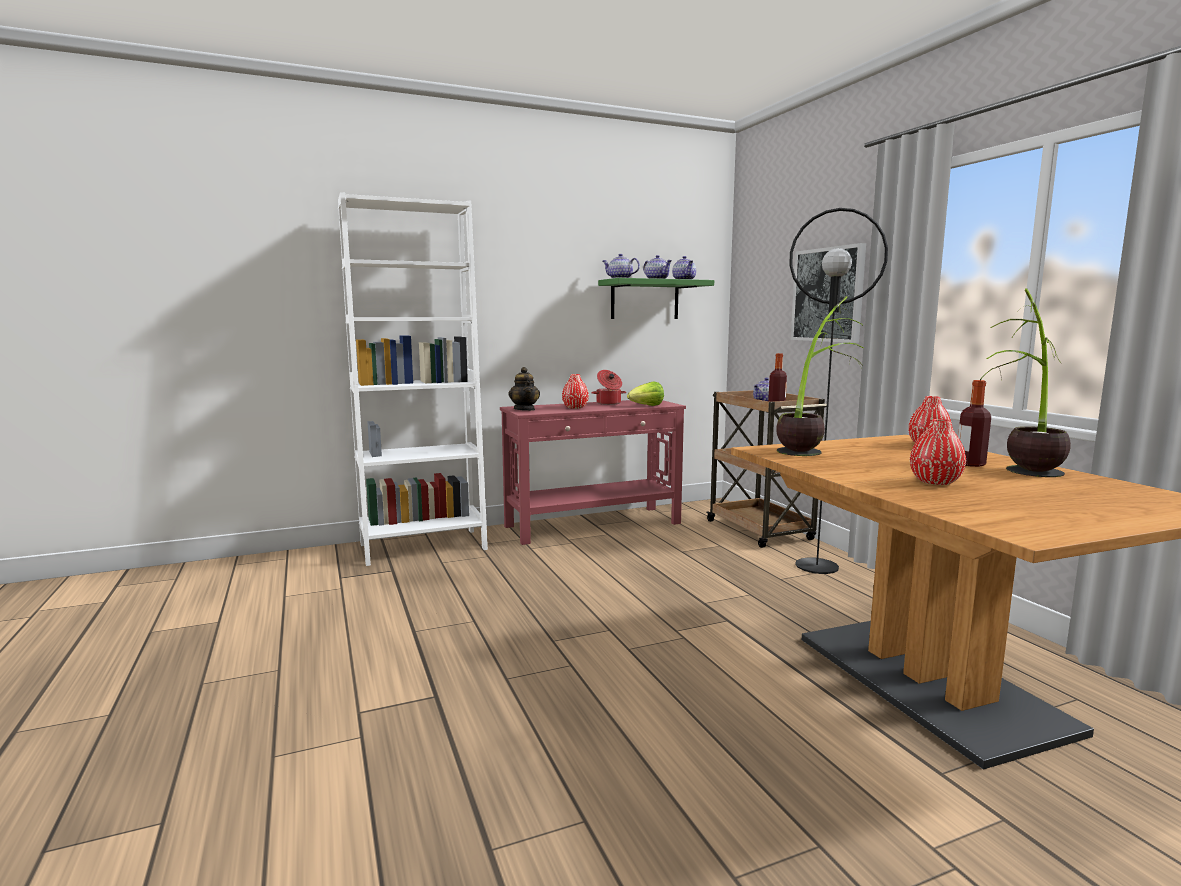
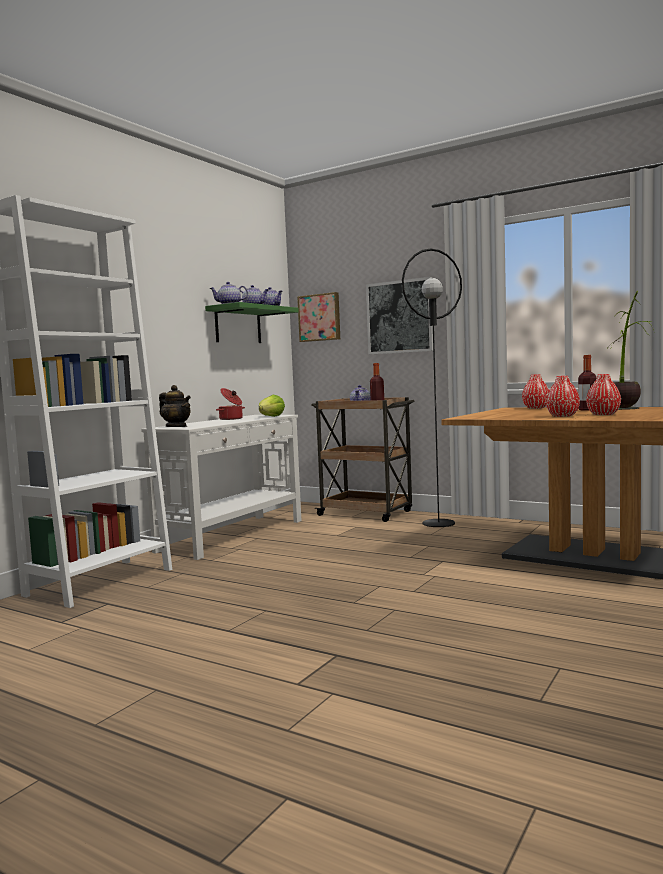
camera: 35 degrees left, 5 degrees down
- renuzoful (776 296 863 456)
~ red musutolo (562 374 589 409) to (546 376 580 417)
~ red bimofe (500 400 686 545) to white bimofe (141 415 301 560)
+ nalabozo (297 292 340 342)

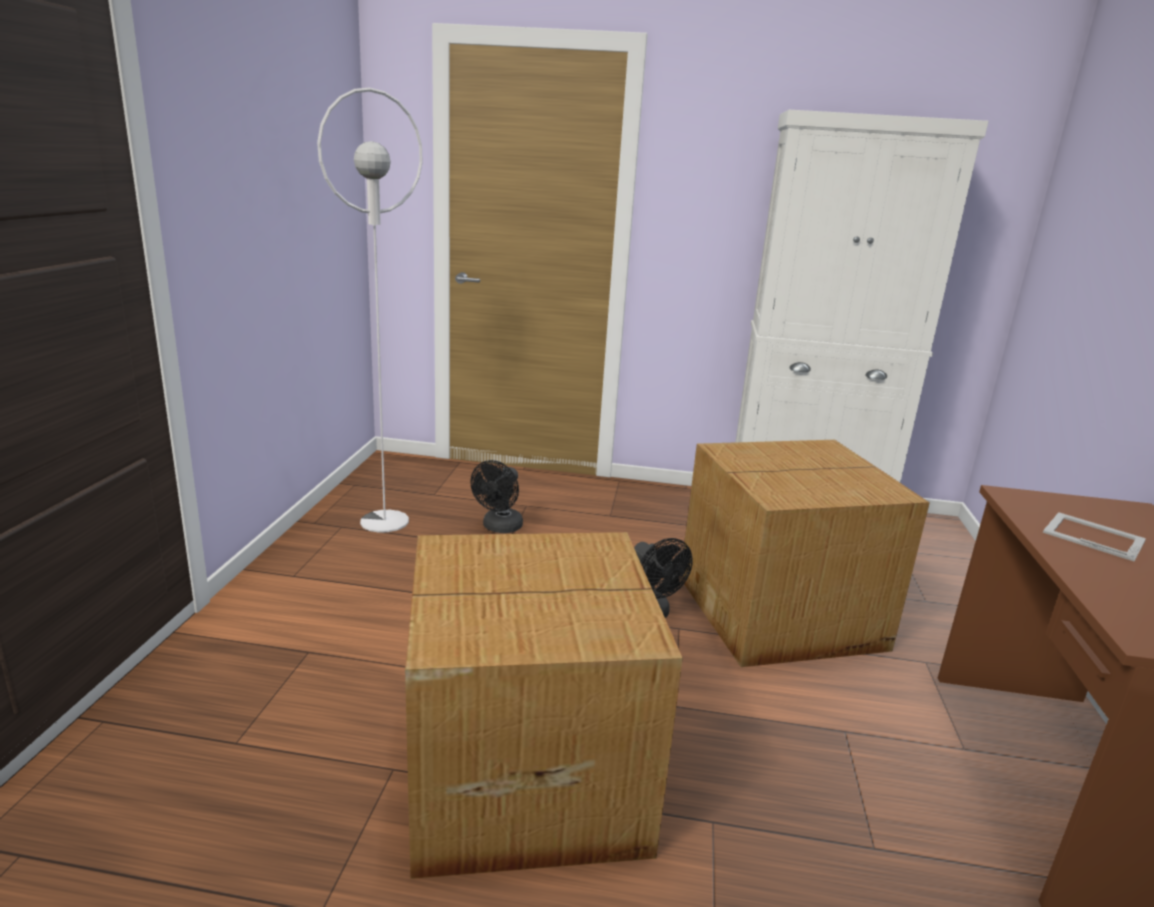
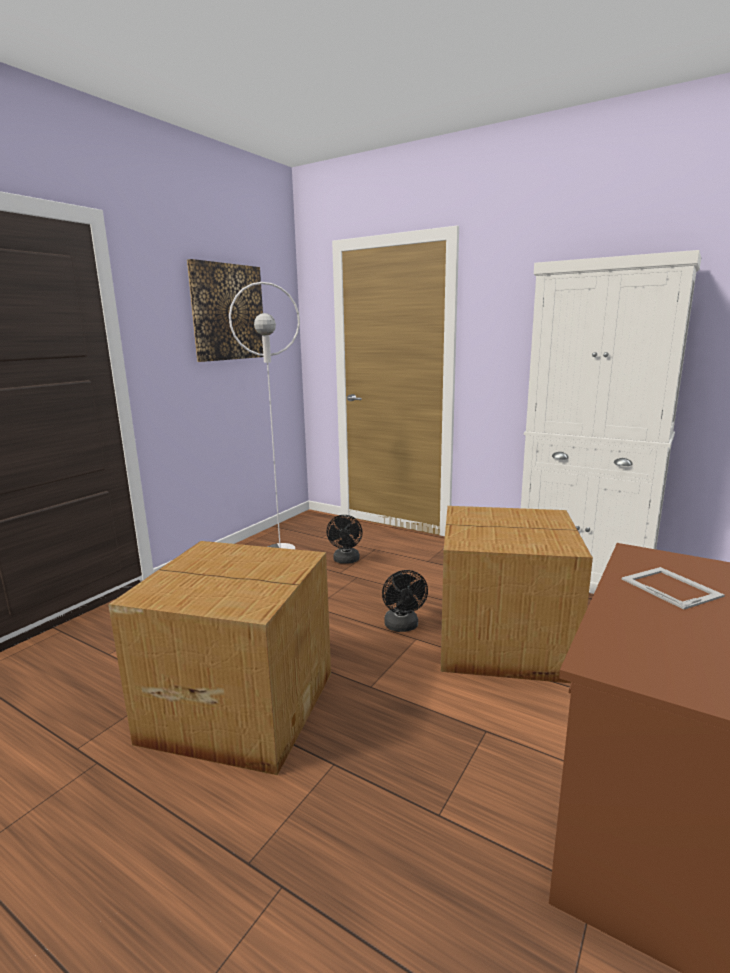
camera: 25 degrees right, 5 degrees down
~ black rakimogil (470 460 523 533) = (327 515 362 564) 45 degrees counterclockwise
+ nalabozo (187 259 263 362)

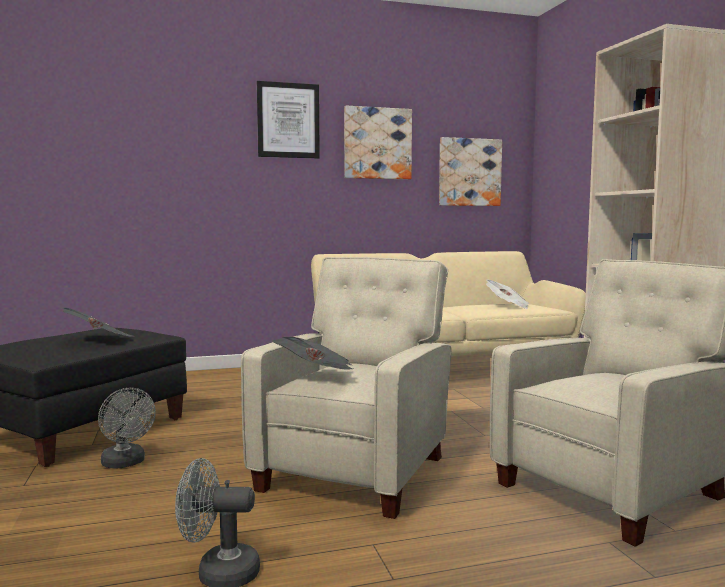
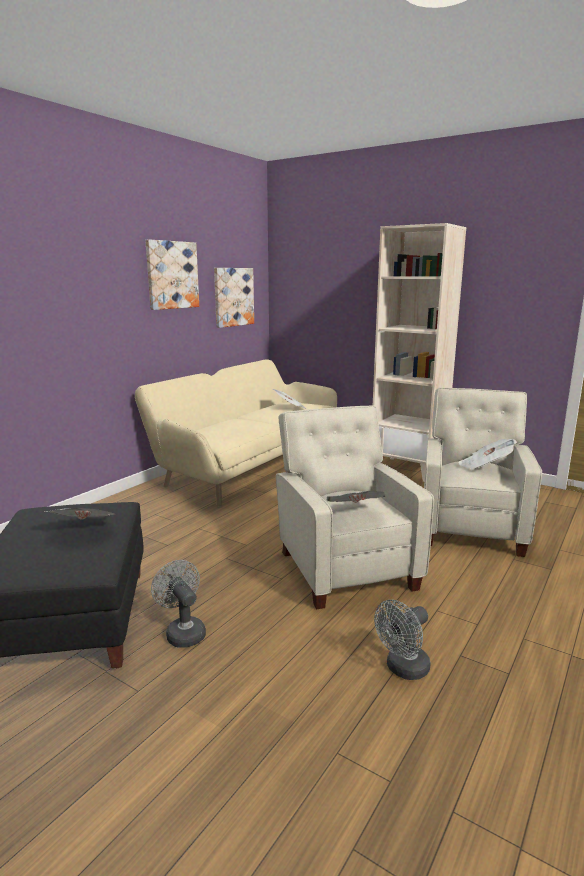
camera: 40 degrees left, 10 degrees up
- nalabozo (257 81 320 158)
~ grey rakimogil (98 388 156 469) = (151 560 206 648) 135 degrees counterclockwise
+ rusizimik (458 439 517 470)

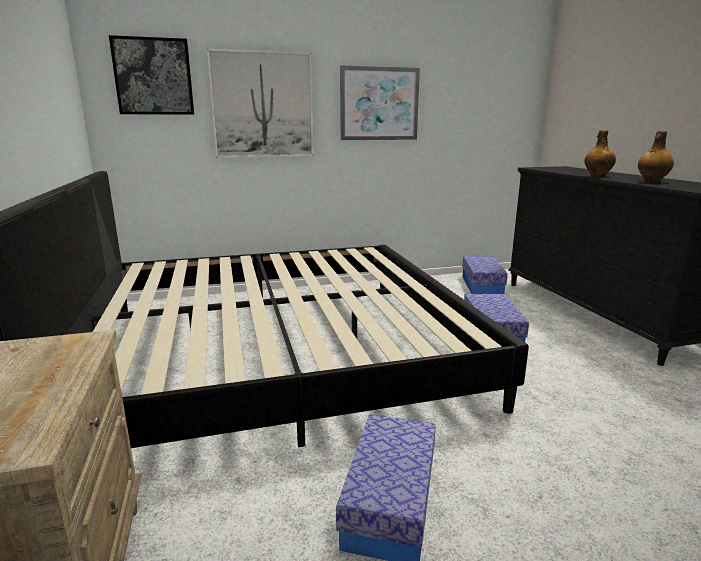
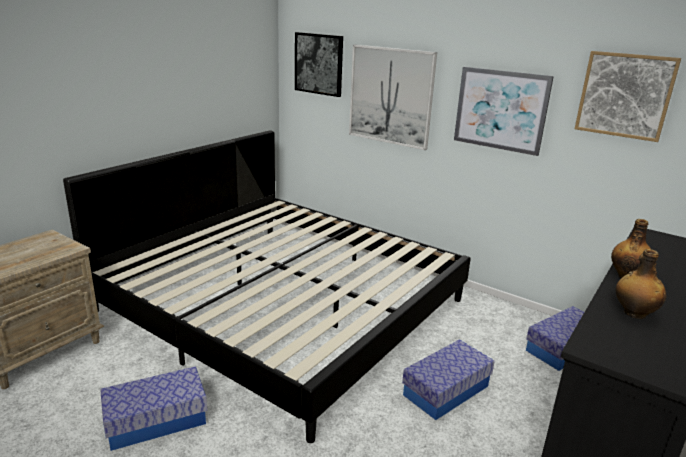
camera: 50 degrees right, 5 degrees up
+ nalabozo (575 51 681 142)

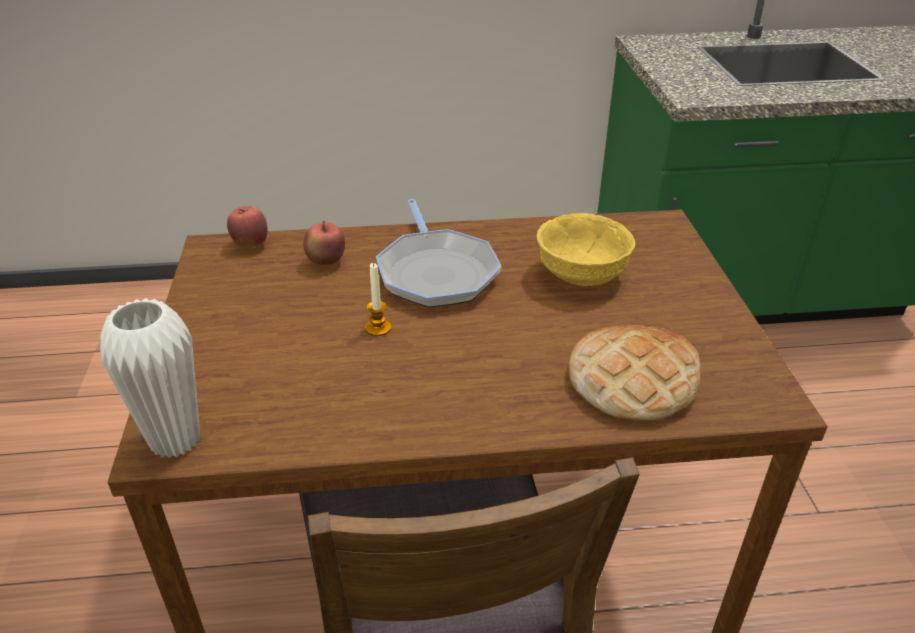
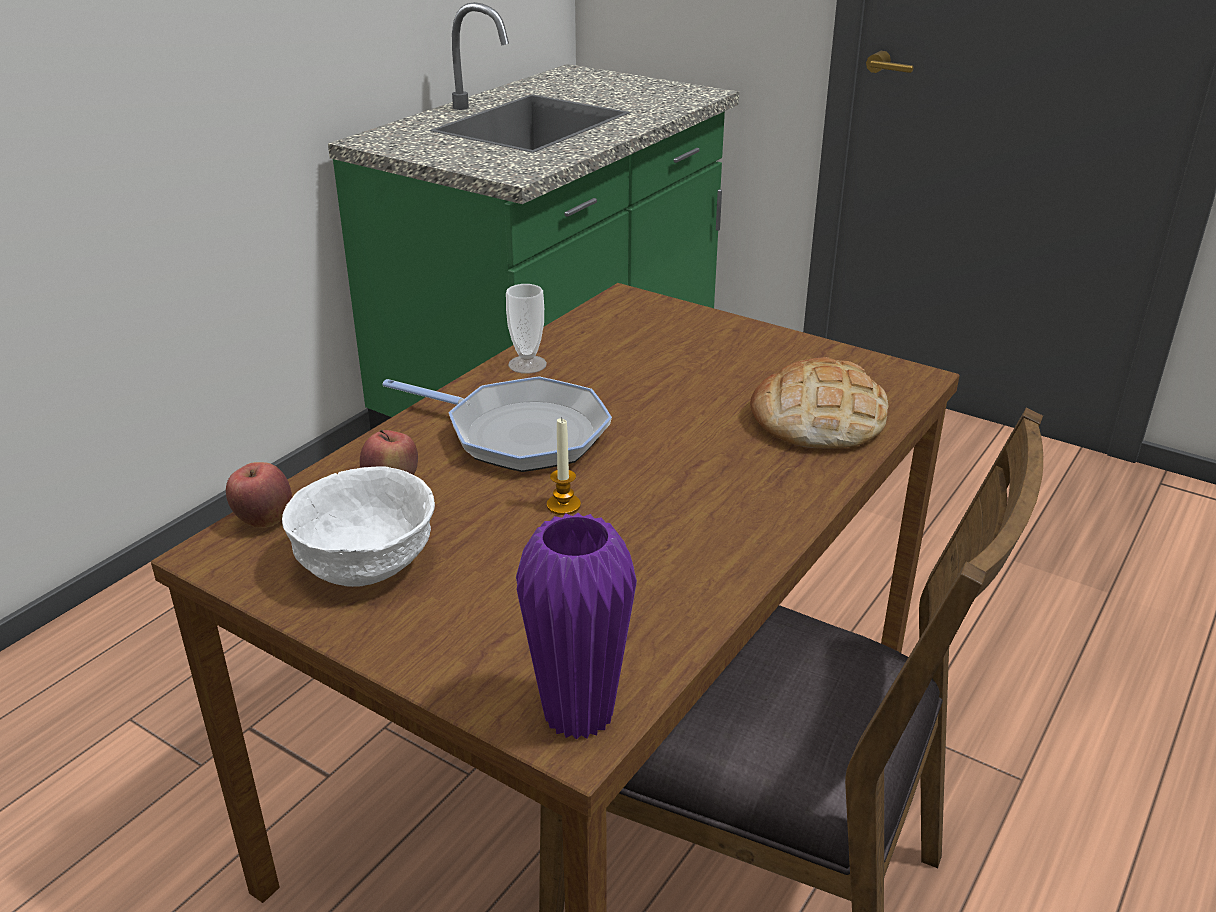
camera: 50 degrees left, 5 degrees down
- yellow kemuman (537 213 635 286)
~ white musutolo (100 298 200 458) to purple musutolo (516 513 637 740)
+ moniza (506 284 547 374)
+ white kemuman (282 466 435 587)

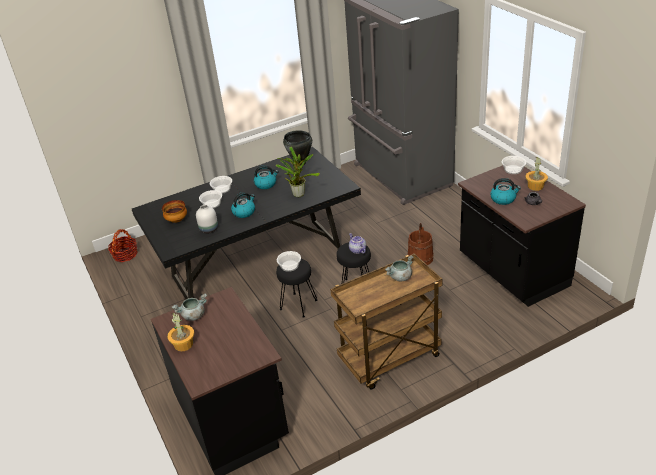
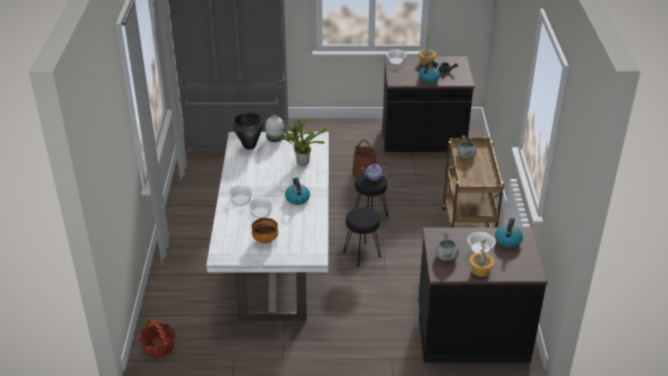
camera: 65 degrees left, 0 degrees up
~ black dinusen (132 147 361 299) to white dinusen (206 132 329 321)
~ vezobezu (254 165 279 189) to (495 218 523 248)
~ white musutolo (196 205 218 234) to (265 115 284 142)
~ kemuman (277 251 301 272) to (468 232 496 254)

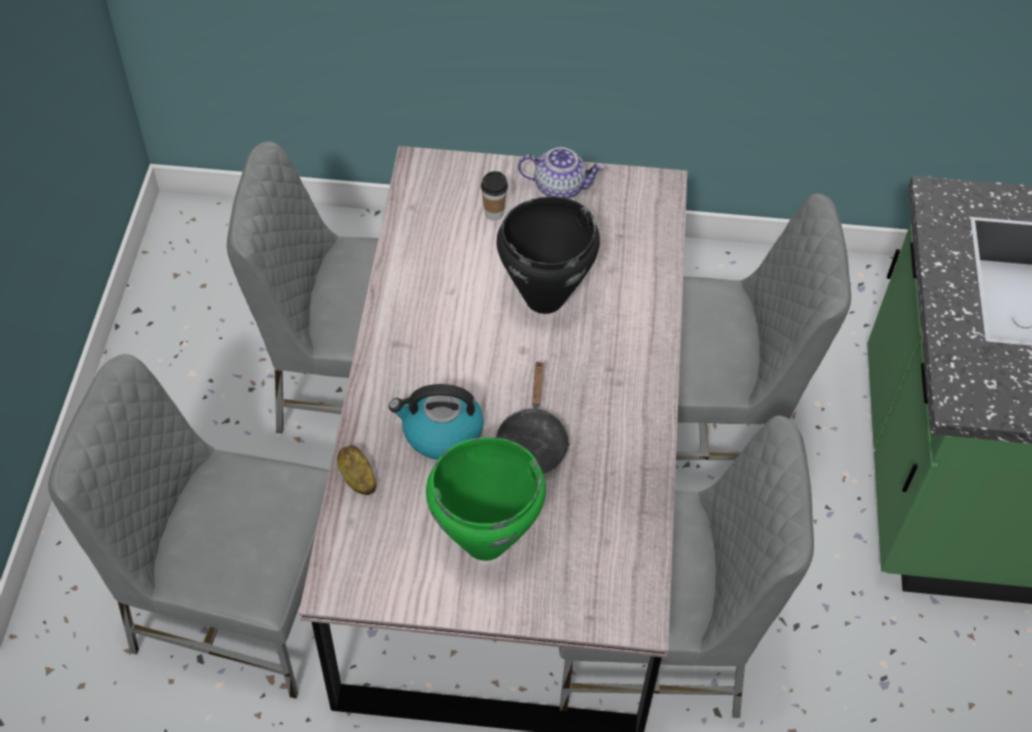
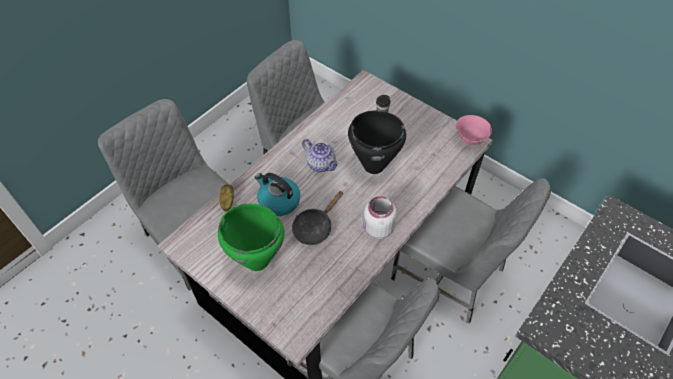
camera: 35 degrees right, 0 degrees up
~ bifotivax (518 147 605 199) to (302 139 340 172)
+ pink kemuman (456 115 492 145)
+ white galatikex (363 196 397 239)

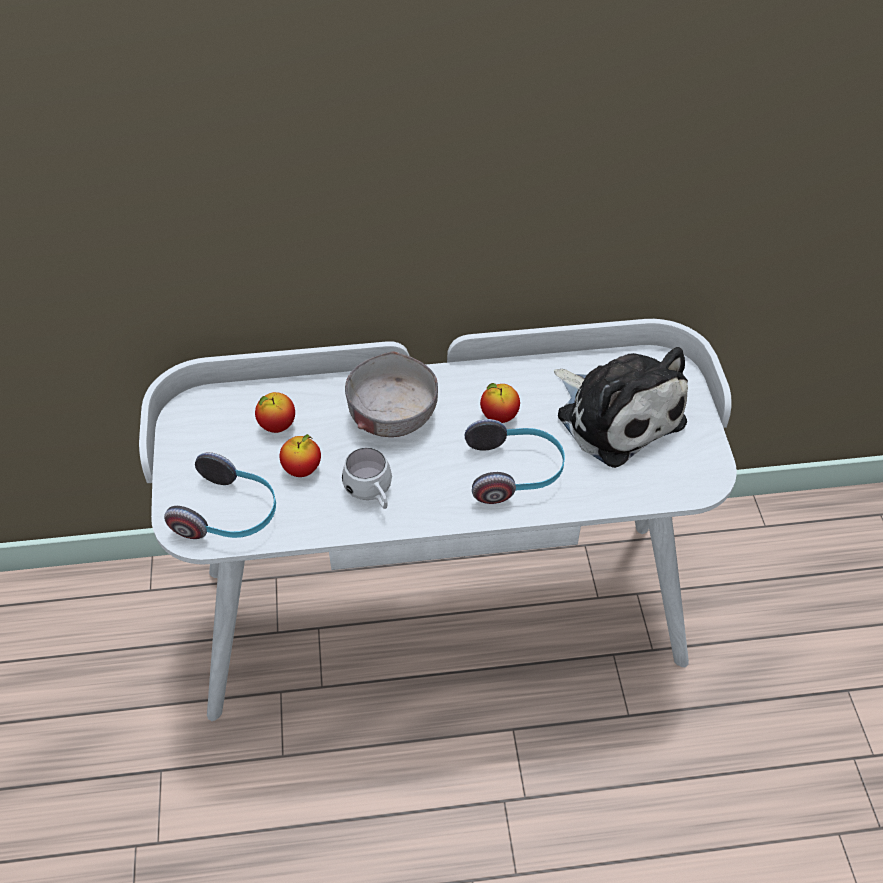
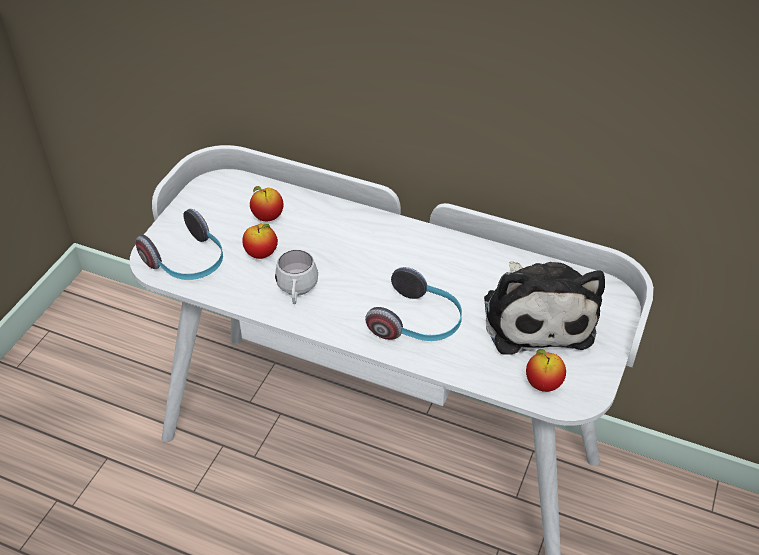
camera: 30 degrees right, 5 degrees down
- grey kemuman (345 351 438 437)
~ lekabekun (480 383 520 423) to (526 349 566 392)

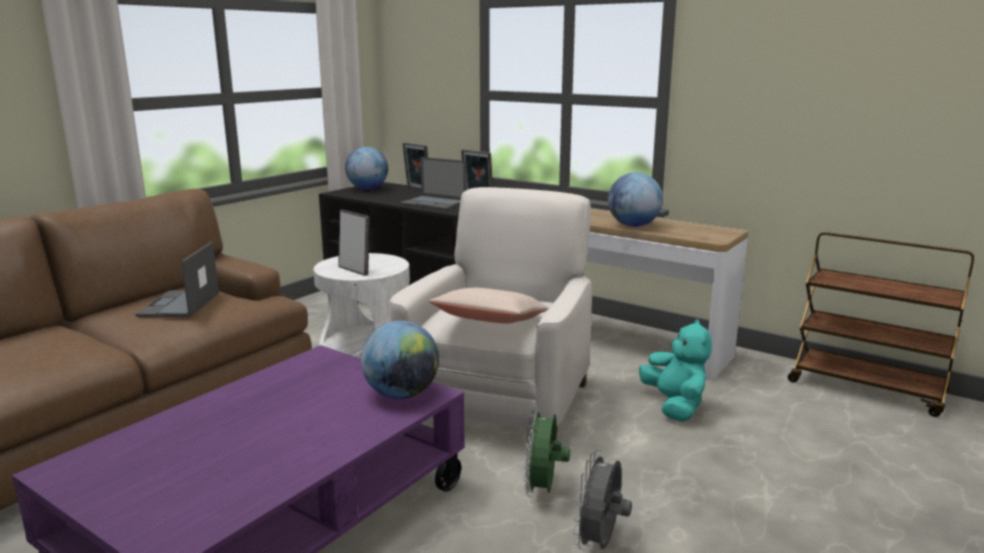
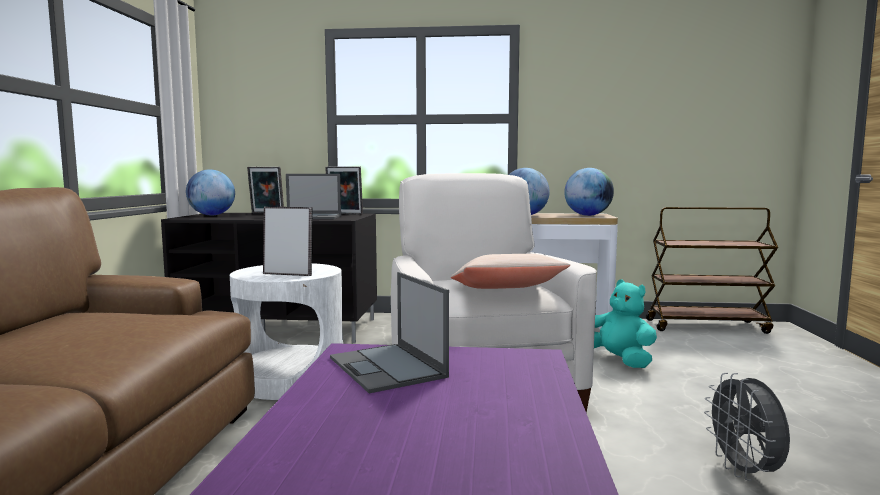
camera: 30 degrees left, 10 degrees down
~ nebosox (135 242 219 317) to (330 272 449 393)
~ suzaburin (361 321 439 399) to (564 168 614 216)
- green rakimogil (524 407 570 497)

